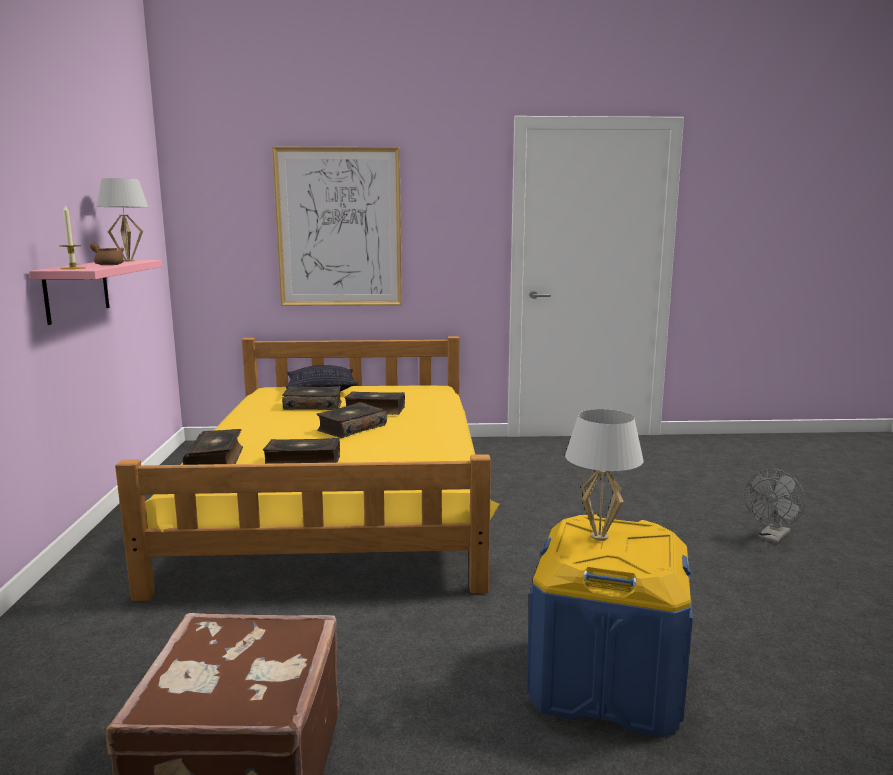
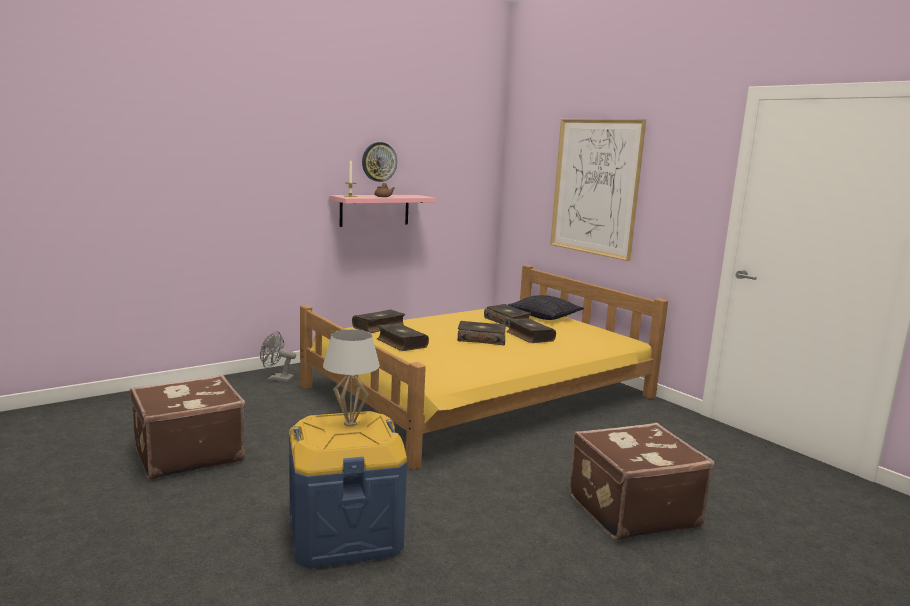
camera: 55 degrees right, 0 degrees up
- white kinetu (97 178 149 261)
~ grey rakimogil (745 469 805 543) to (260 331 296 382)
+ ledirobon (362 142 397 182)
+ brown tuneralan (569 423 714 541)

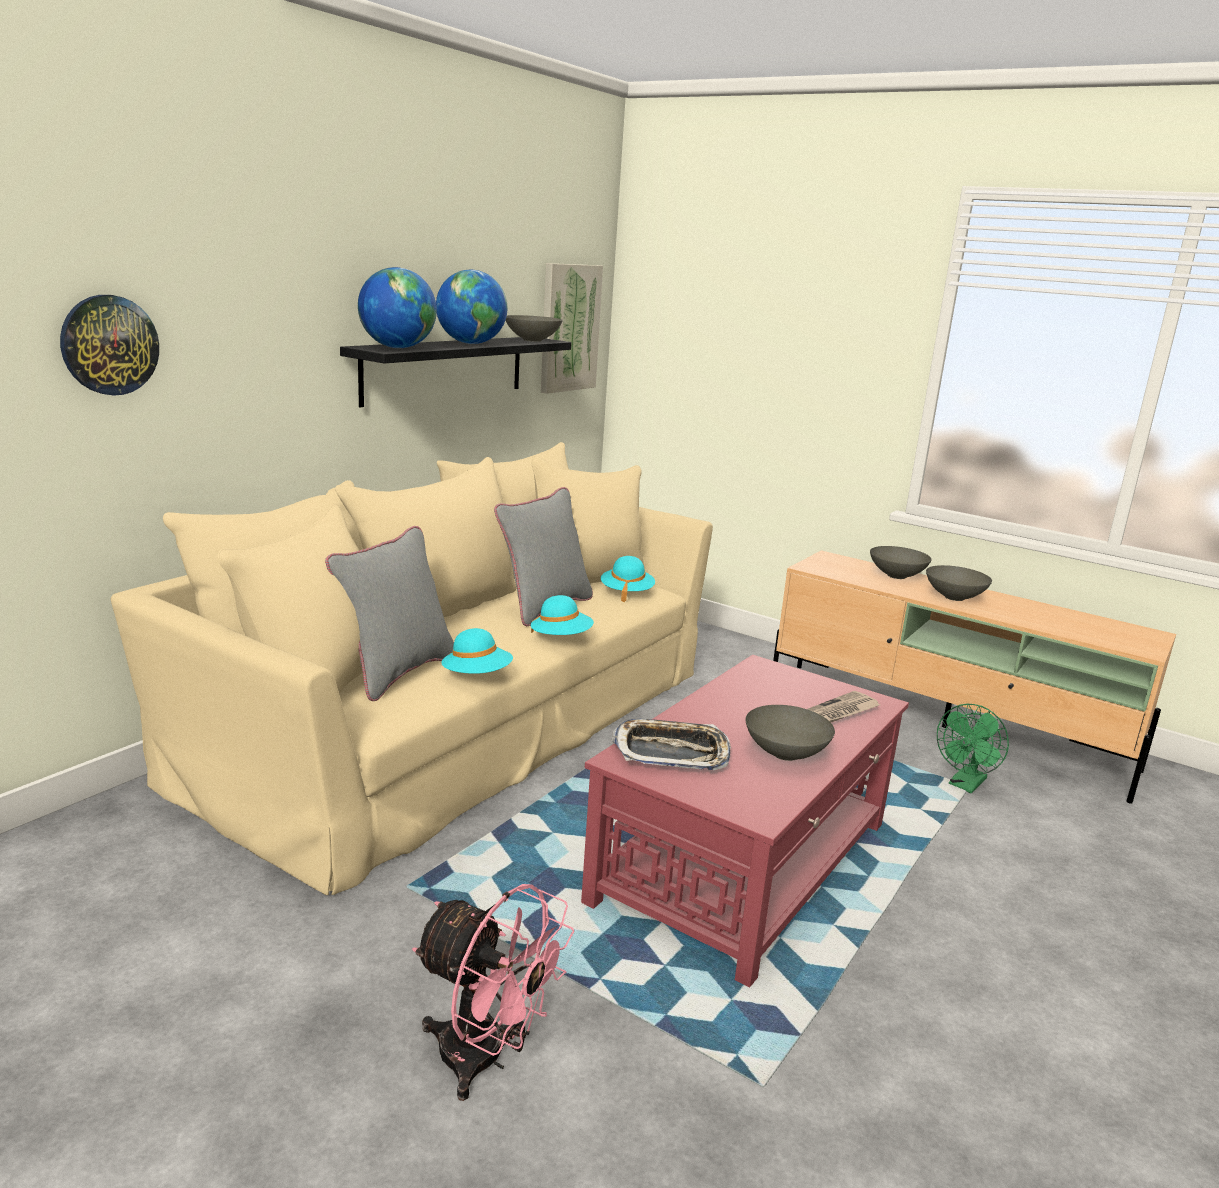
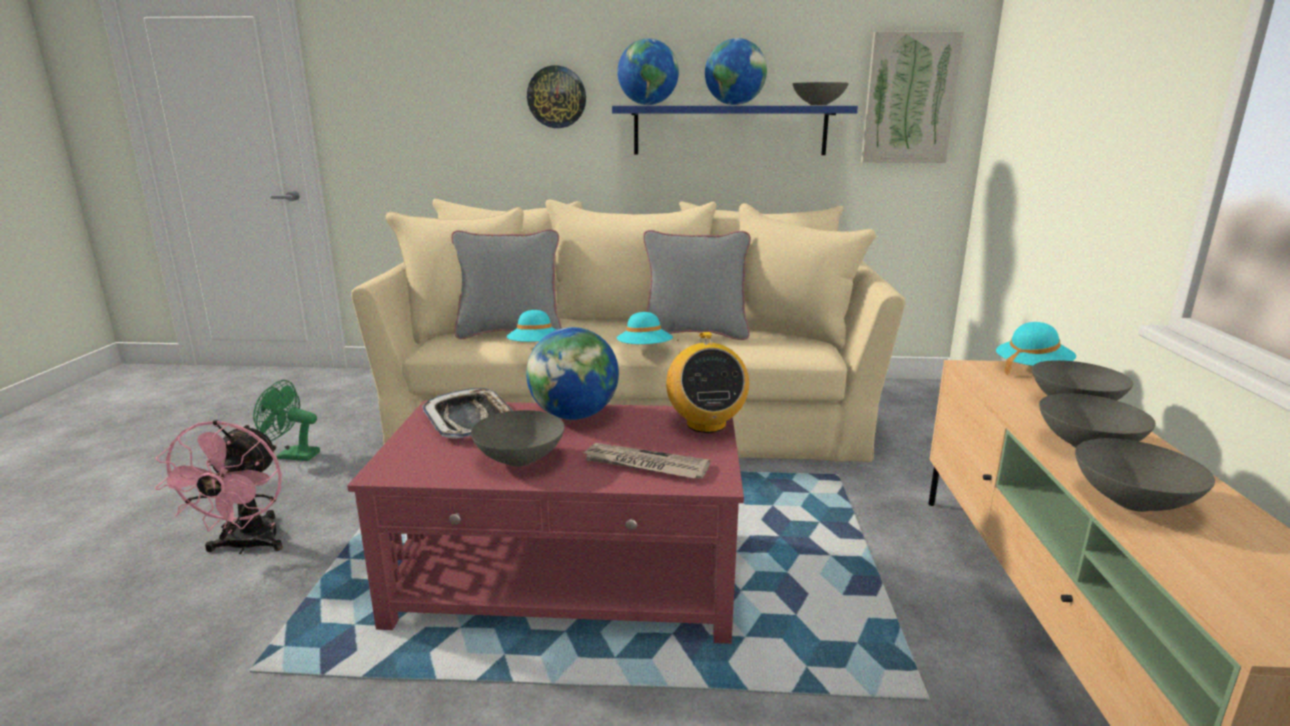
camera: 60 degrees right, 0 degrees up
~ ledirobon (60 295 159 396) to (527 65 586 128)
~ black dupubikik (340 337 571 407) to blue dupubikik (612 106 858 155)
~ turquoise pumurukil (601 556 655 603) to (996 322 1076 375)
~ green rakimogil (937 704 1009 793) to (253 380 320 461)
+ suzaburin (526 327 619 420)
+ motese (666 332 749 433)
+ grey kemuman (1075 438 1215 512)

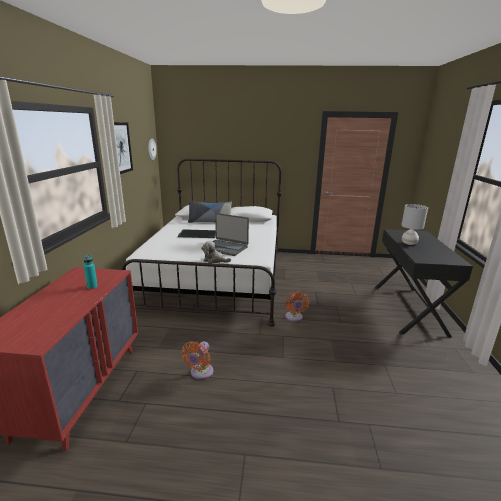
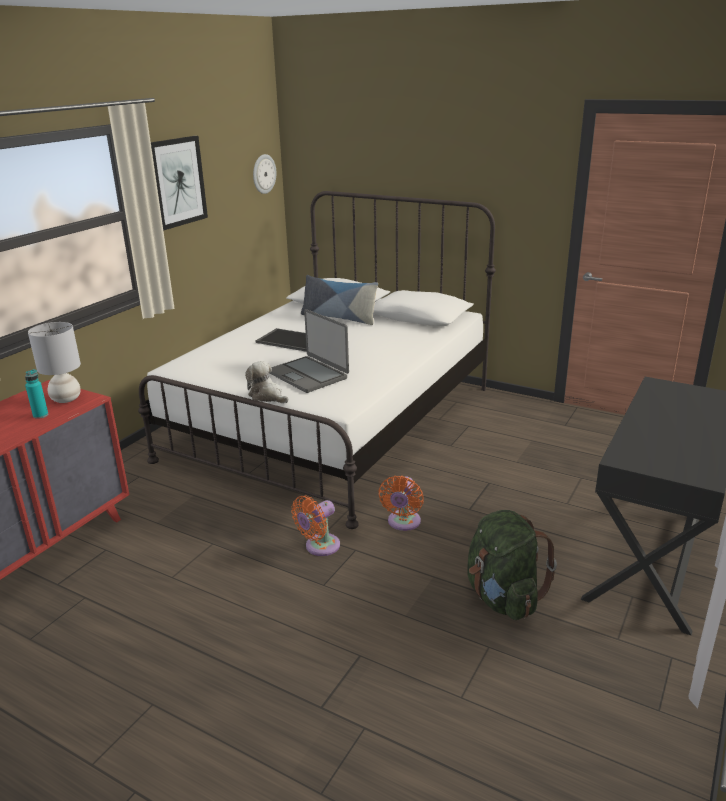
camera: 25 degrees right, 5 degrees up
~ grey kinetu (401 204 428 245) to (28 322 81 403)
~ orange rakimogil (182 341 214 380) to (291 495 340 556)
+ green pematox (467 510 557 620)

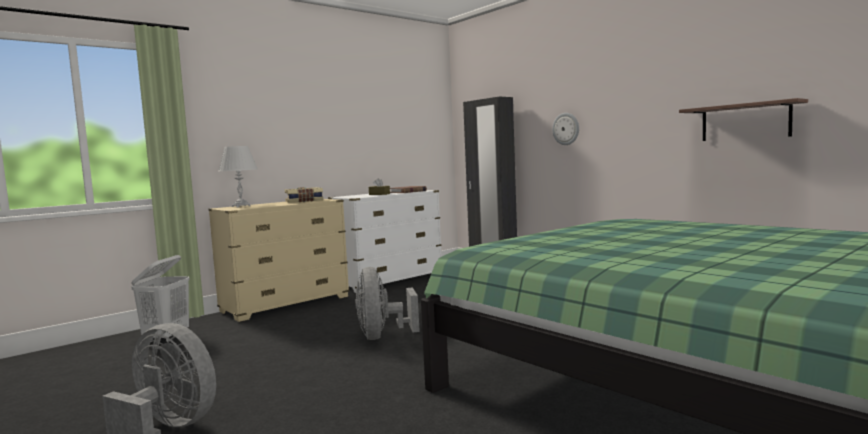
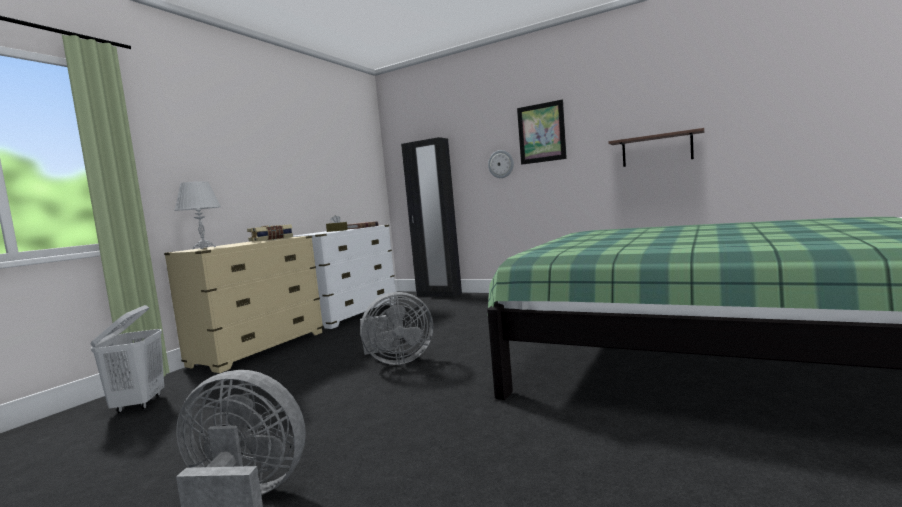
camera: 20 degrees left, 0 degrees up
~ grey rakimogil (355 267 420 340) = (360 292 433 365) 75 degrees counterclockwise
+ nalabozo (517 99 567 165)

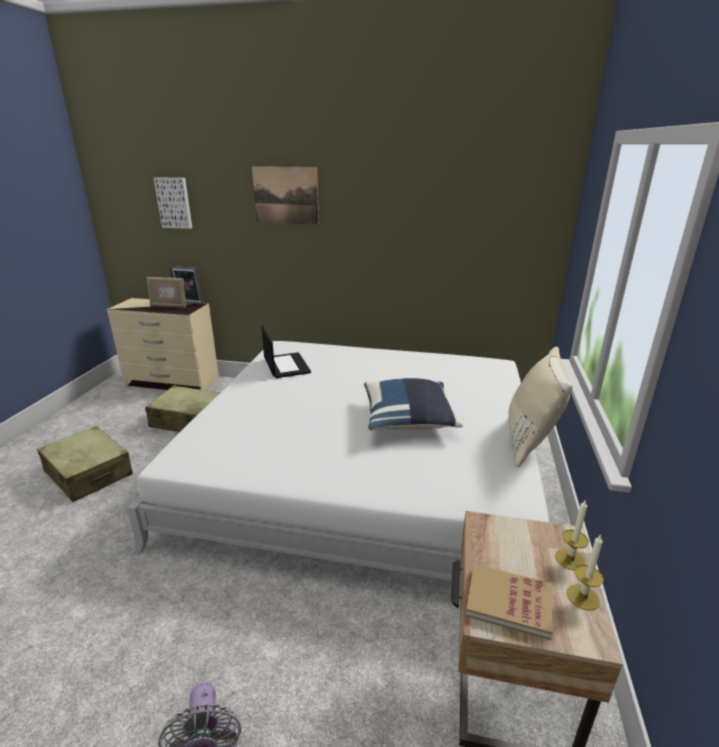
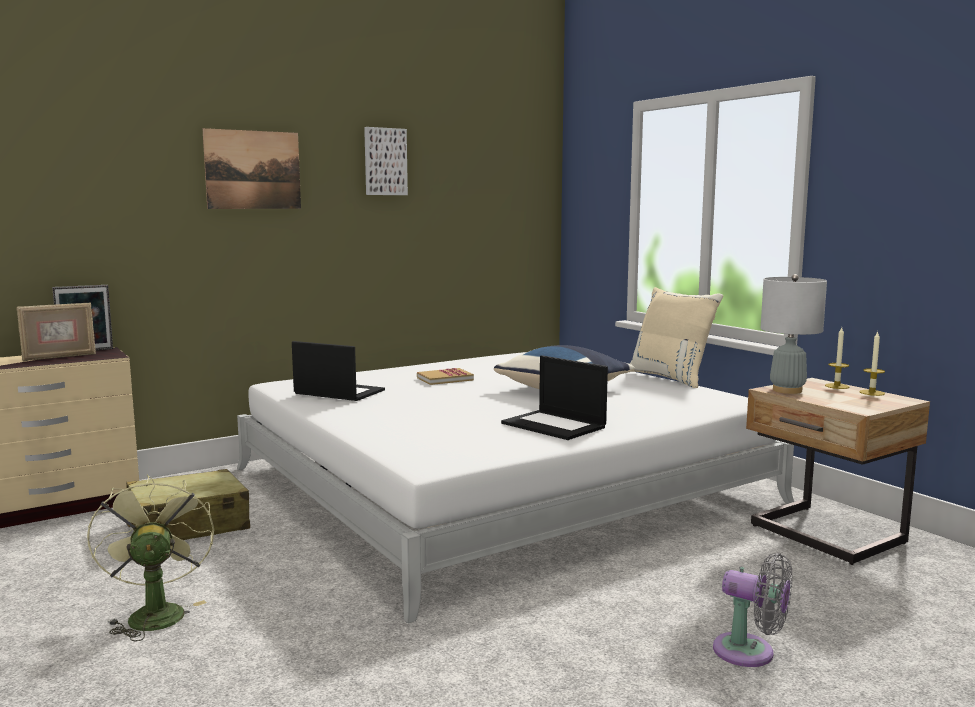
camera: 45 degrees left, 15 degrees down
~ nalabozo (154 177 192 229) to (364 127 408 195)
~ beige tuneralan (37 426 133 502) to green rakimogil (87 475 214 641)
~ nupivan (466 564 553 640) to (417 368 474 385)
+ grey kinetu (761 274 827 394)
+ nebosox (501 355 608 440)

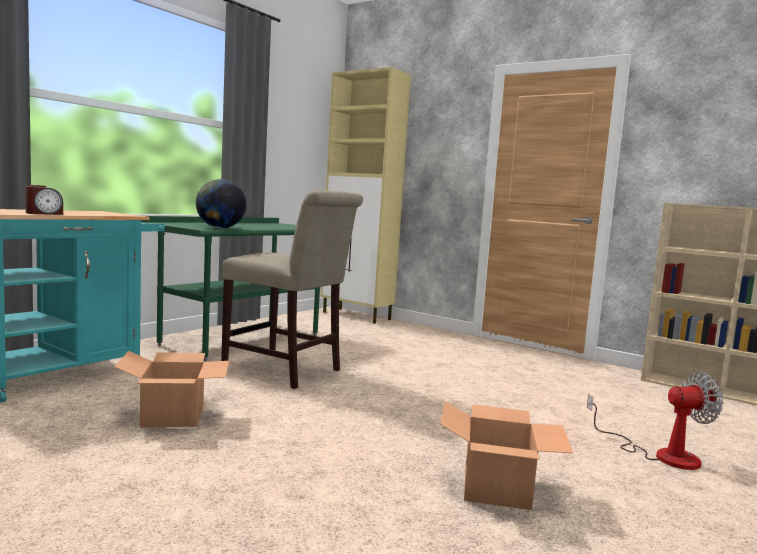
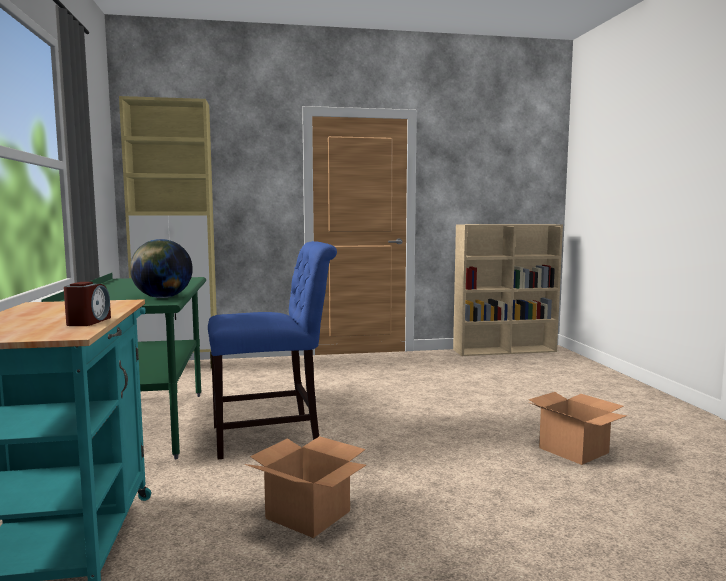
camera: 45 degrees left, 0 degrees up
~ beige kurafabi (221 190 363 389) to blue kurafabi (208 241 337 459)
- rakimogil (587 372 723 470)

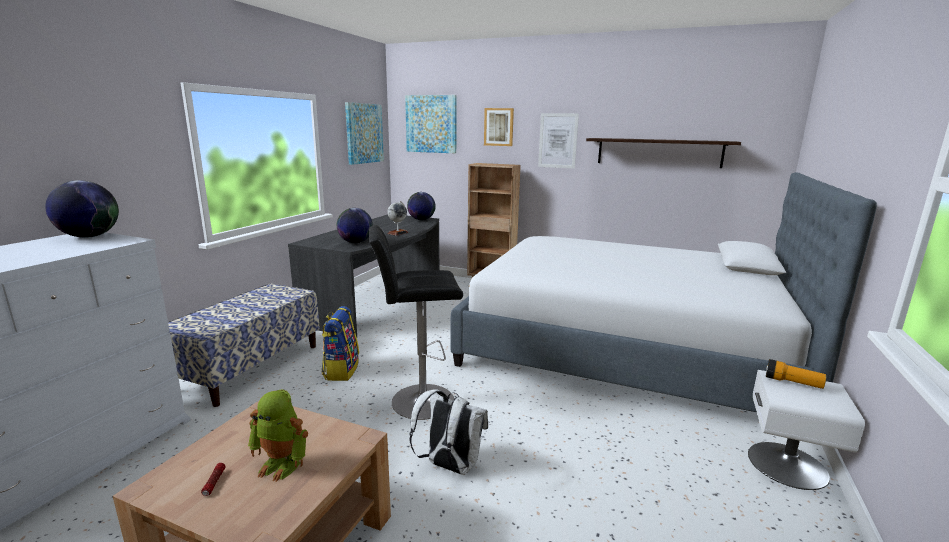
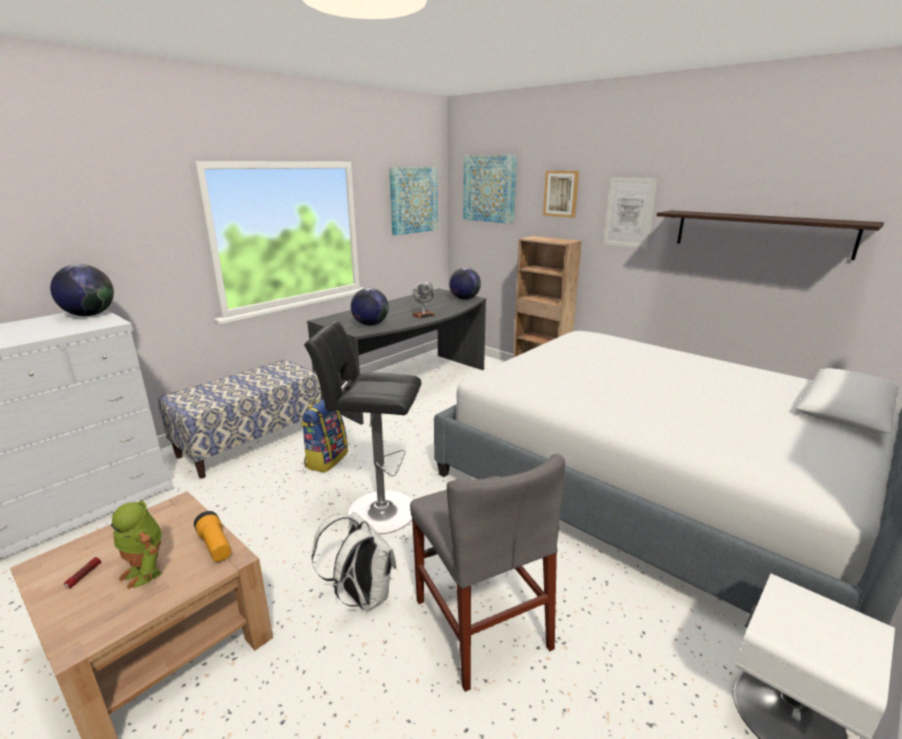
camera: 20 degrees right, 5 degrees up
~ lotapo (766 359 826 389) to (194 511 231 562)
+ grey kurafabi (410 454 565 692)

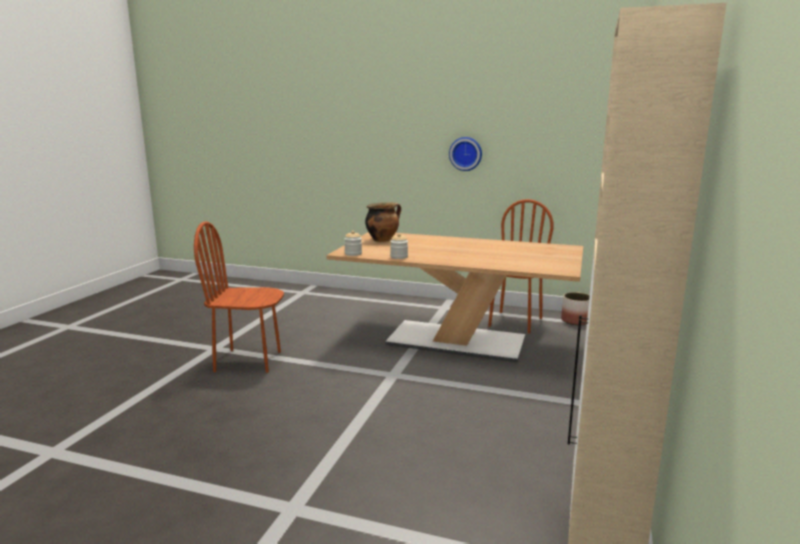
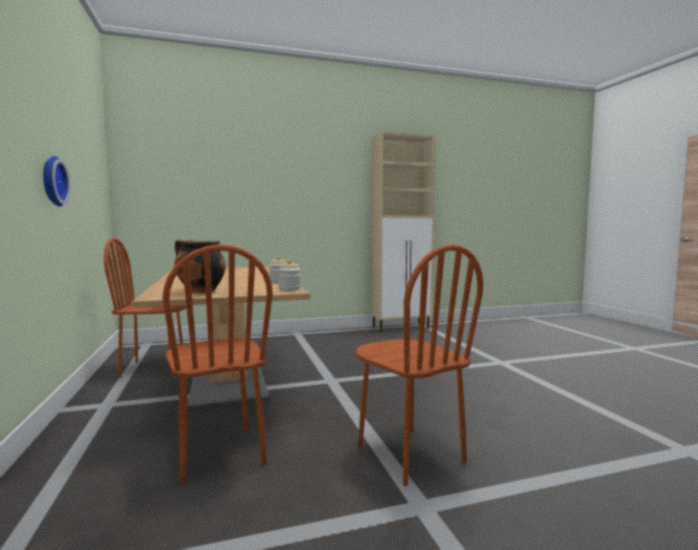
camera: 125 degrees left, 10 degrees down
- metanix (561 292 589 325)
+ brown kurafabi (162 244 273 484)

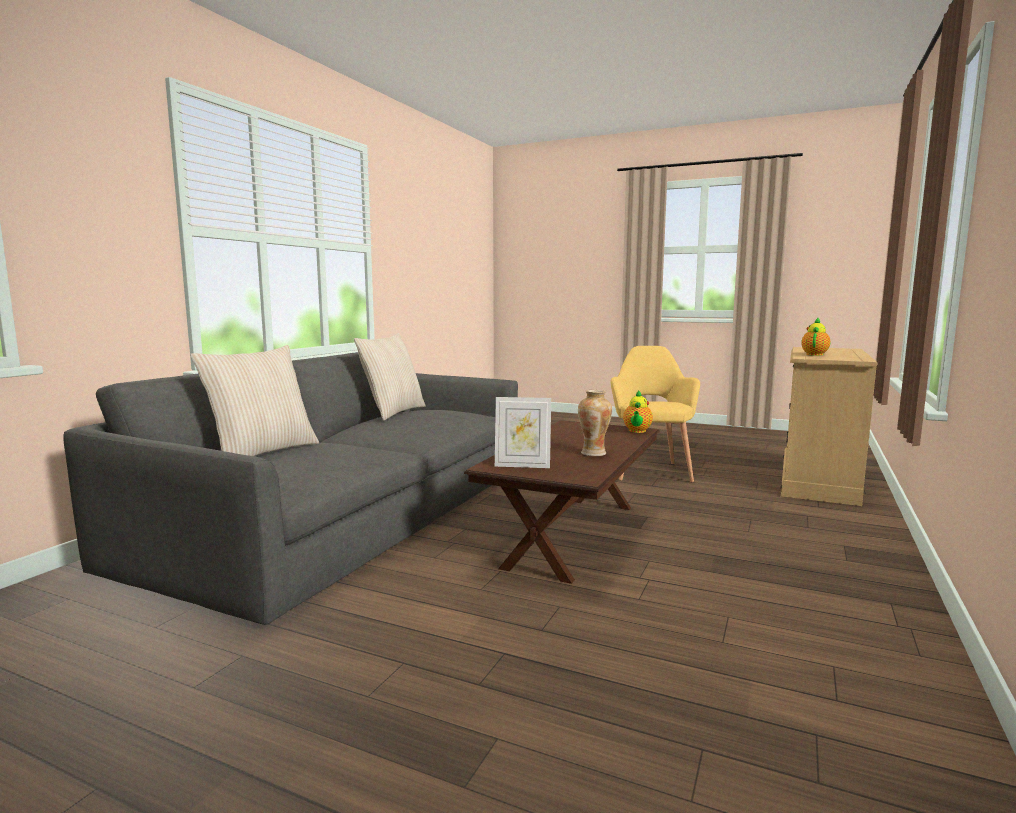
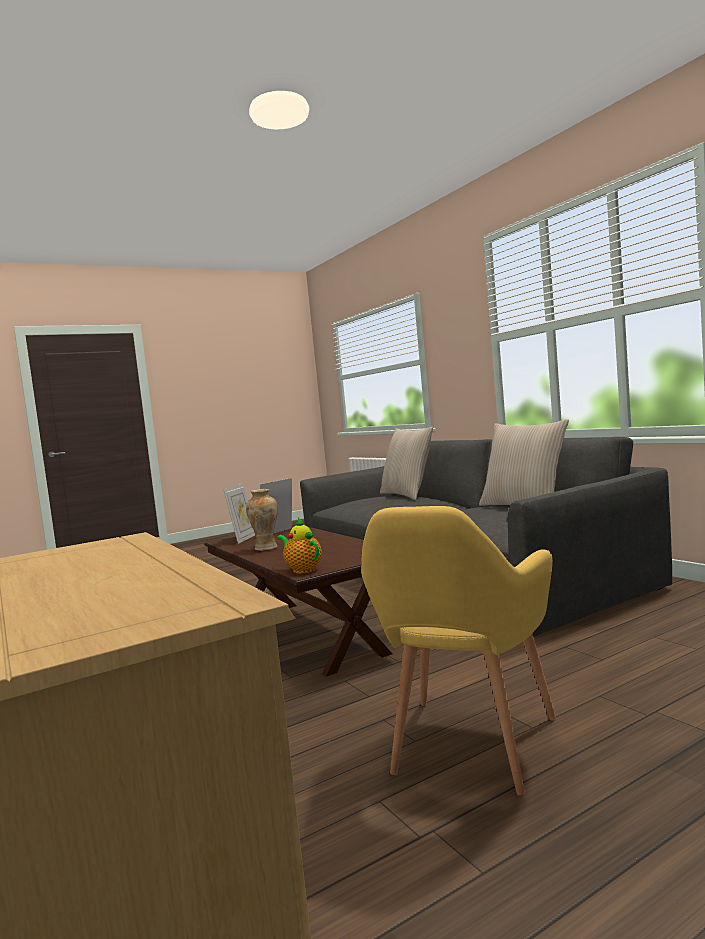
camera: 125 degrees right, 5 degrees down
- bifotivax (801 318 830 356)
~ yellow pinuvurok (610 346 700 482) = (361 506 556 796) 75 degrees clockwise
+ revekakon (223 483 255 544)

